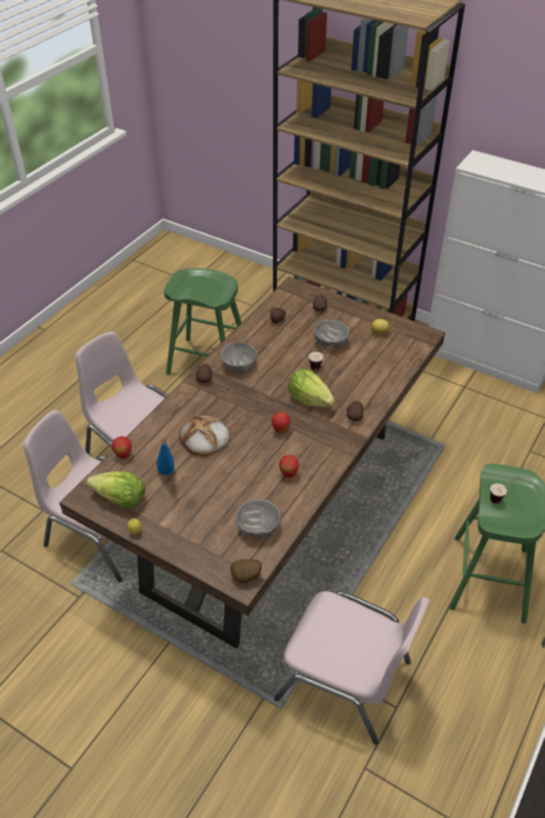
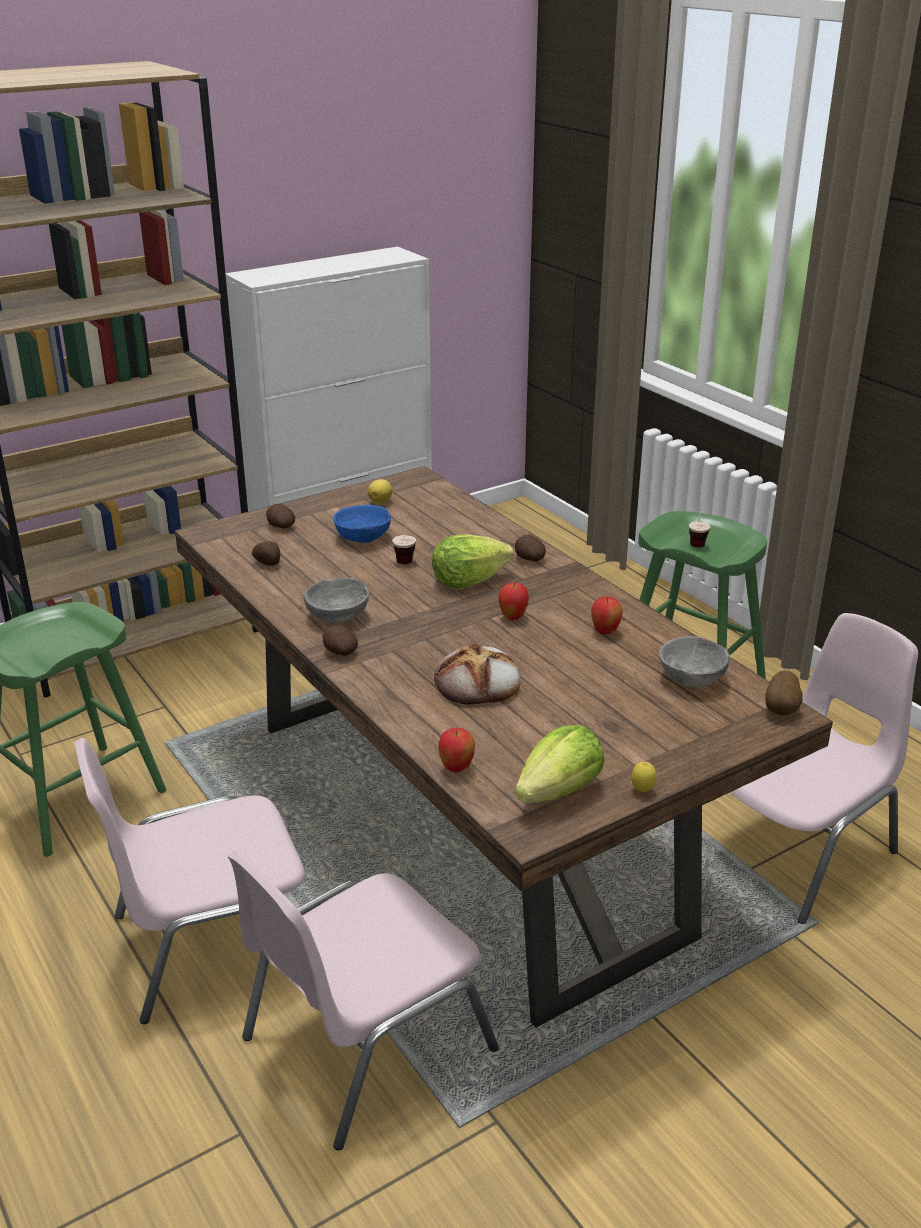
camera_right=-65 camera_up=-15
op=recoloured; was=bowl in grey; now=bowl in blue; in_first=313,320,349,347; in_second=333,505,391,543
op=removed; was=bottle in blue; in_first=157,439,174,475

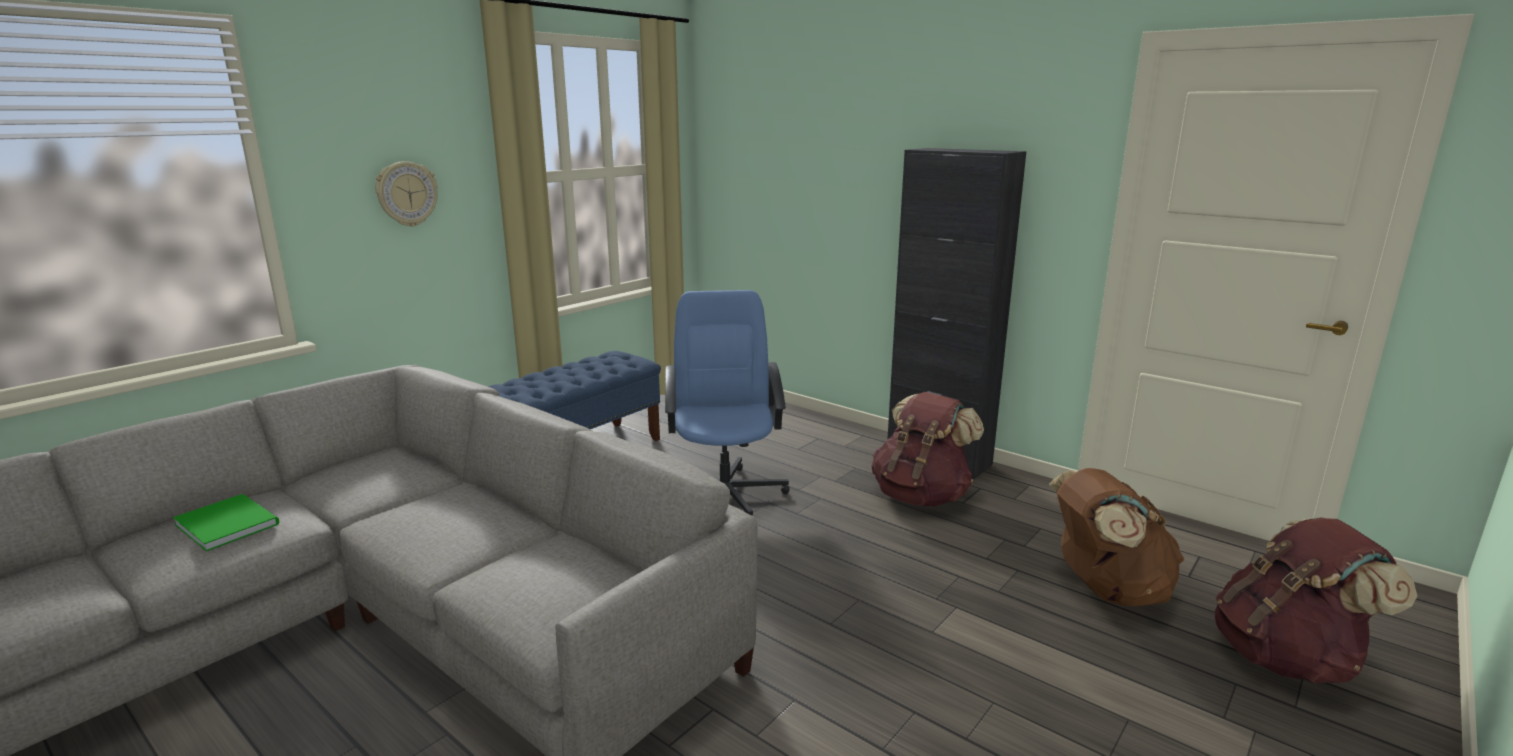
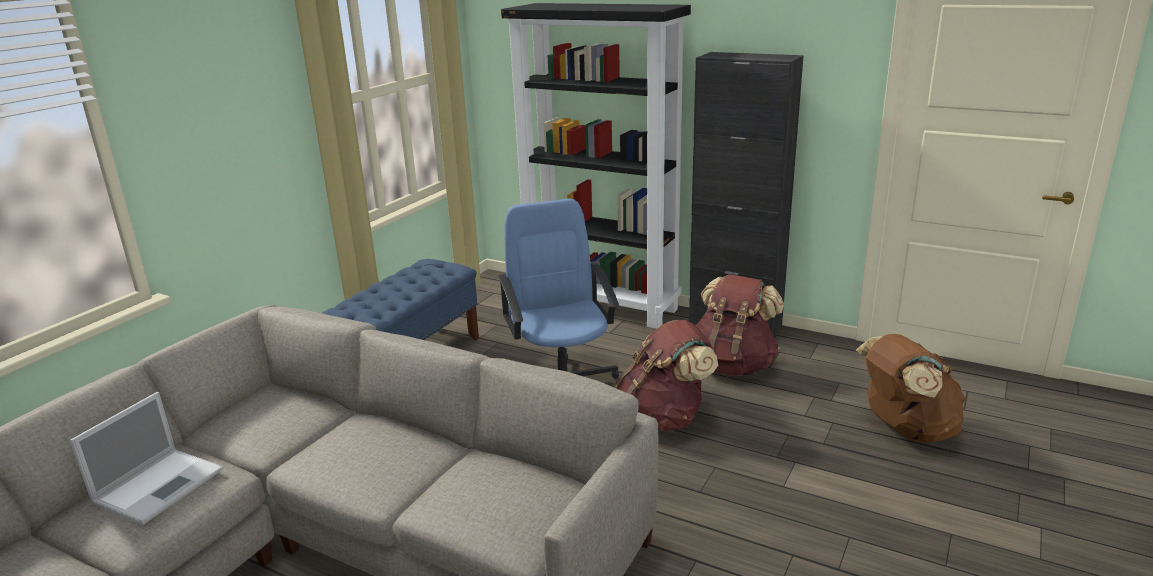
camera_right=-10 camera_up=5
op=replaced; was=book in green; now=laptop; in_first=173,494,279,551; in_second=70,392,223,525
op=added; now=bookcase in black; in_second=501,3,691,329
op=moved; was=backpack in brown; in_first=1215,517,1417,683; in_second=615,320,718,431
op=removed; was=wall clock; in_first=375,161,438,227

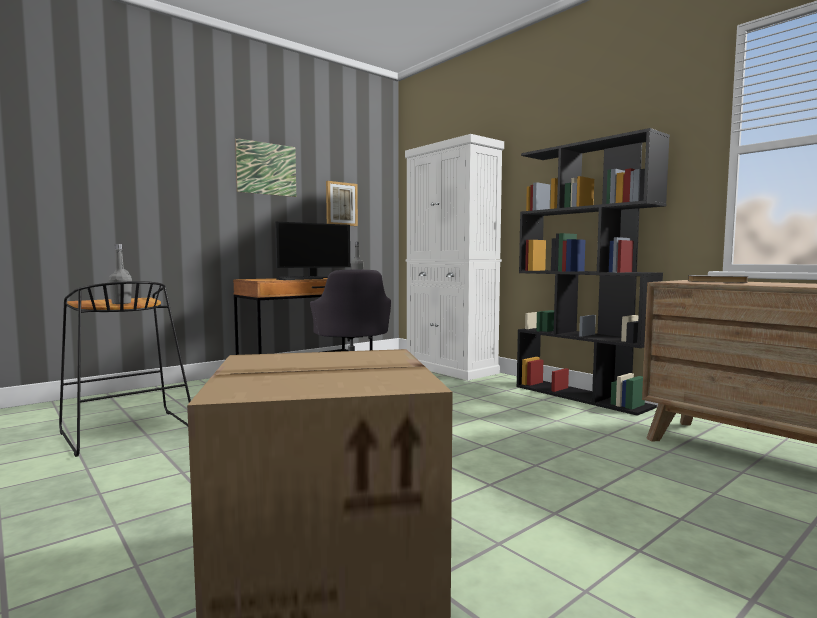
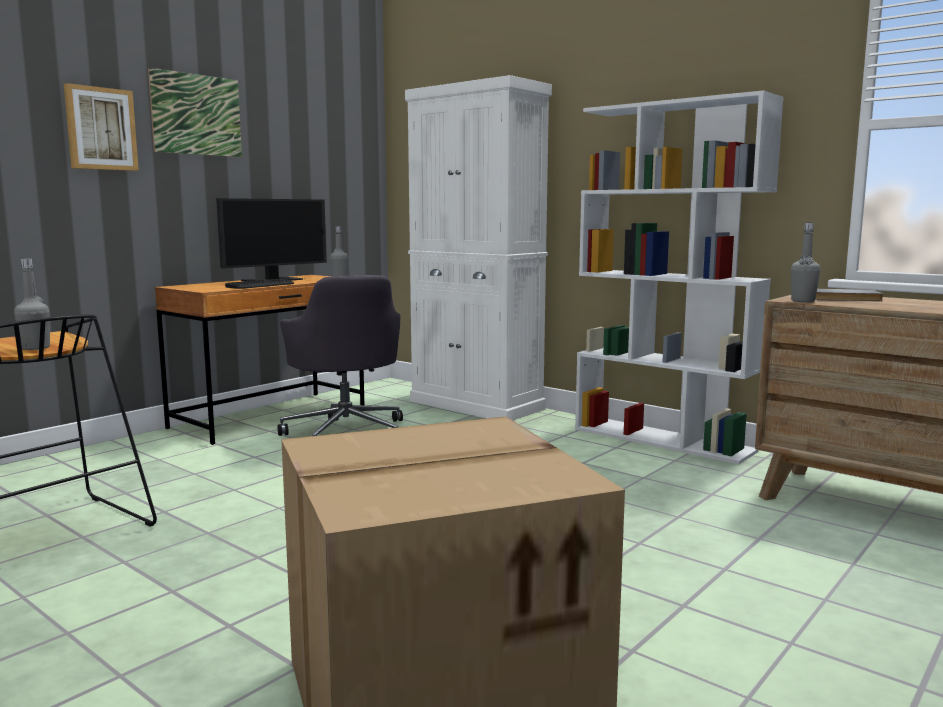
camera_right=-10 camera_up=5
op=moved; was=picture; in_first=326,181,358,226; in_second=64,83,139,171
op=recoloured; was=bookcase in black; now=bookcase in white; in_first=517,128,670,416; in_second=575,90,784,464
op=added; now=bottle in grey; in_second=791,222,820,302

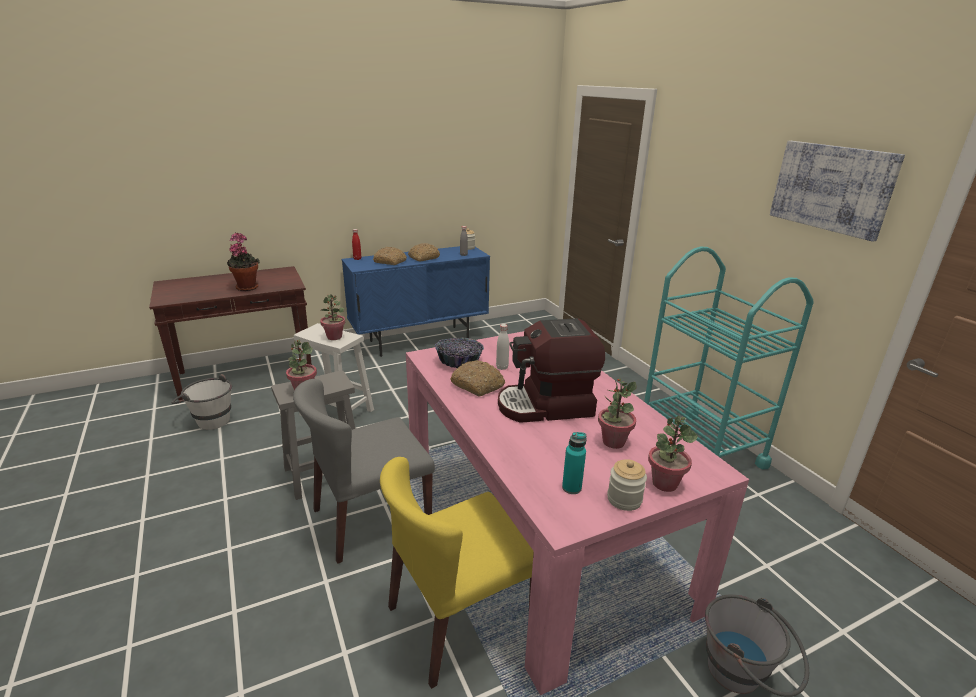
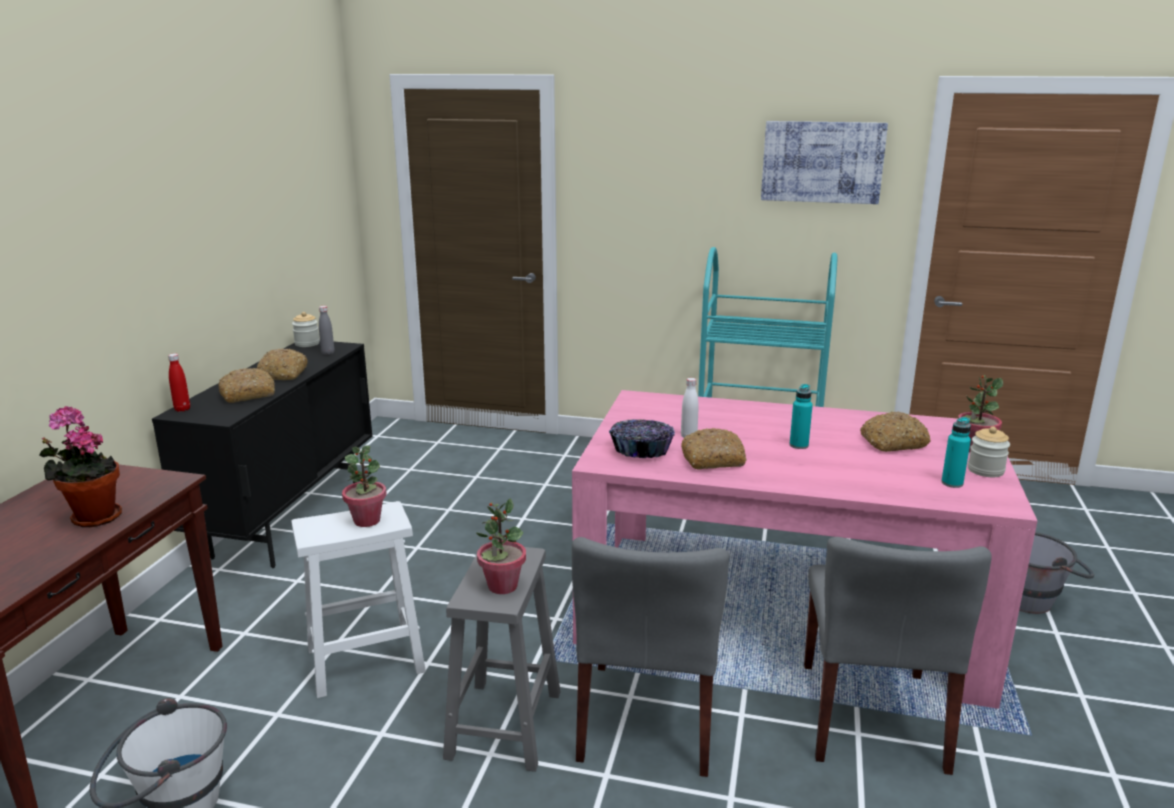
camera_right=-50 camera_up=-5
op=recoloured; was=cabinet in blue; now=cabinet in black; in_first=342,246,490,357; in_second=152,341,373,568
op=replaced; was=coffee machine; now=bottle in turquoise; in_first=498,318,605,423; in_second=789,384,813,449
op=recoloured; was=chair in yellow; now=chair in grey; in_first=380,457,534,689; in_second=804,537,992,775
op=replaced; was=potted plant; now=bread; in_first=598,378,637,449; in_second=860,412,931,452

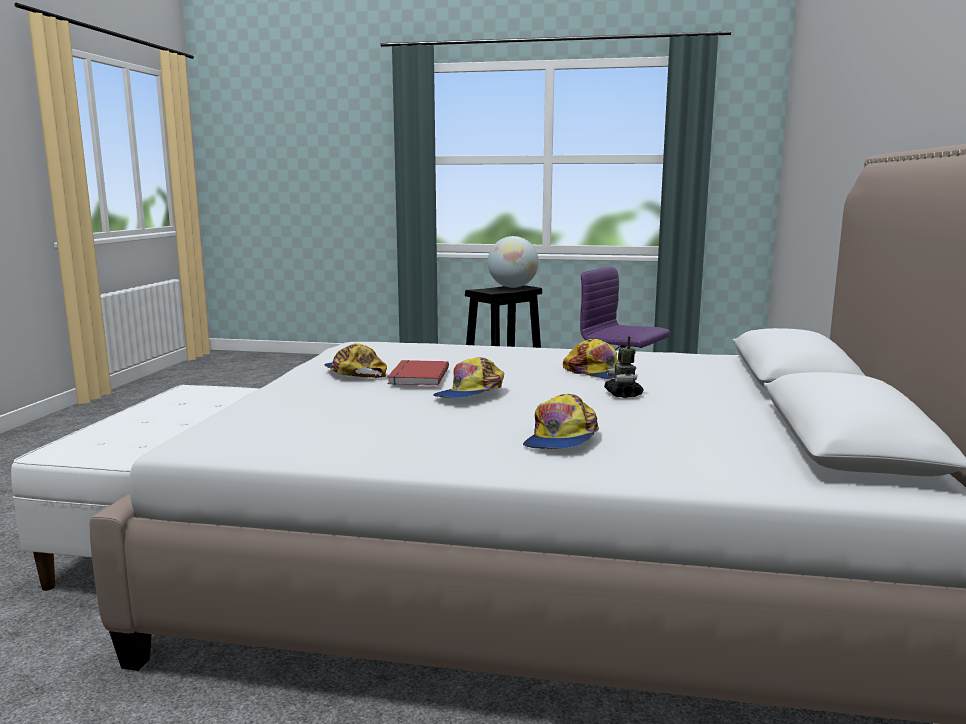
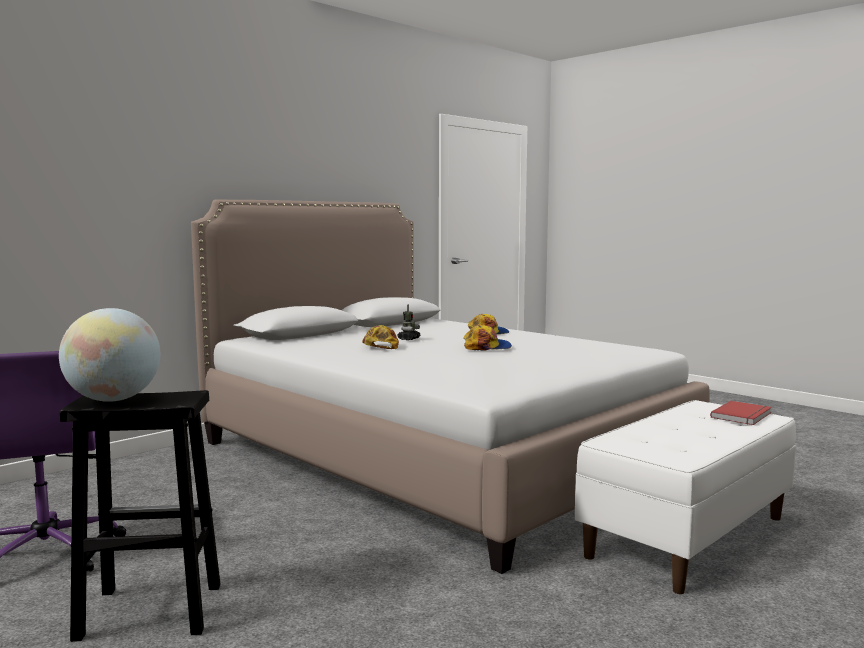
camera_right=-145 camera_up=-5
op=moved; was=book in red; in_first=387,360,449,386; in_second=710,401,772,425
op=removed; was=cap; in_first=324,343,387,378

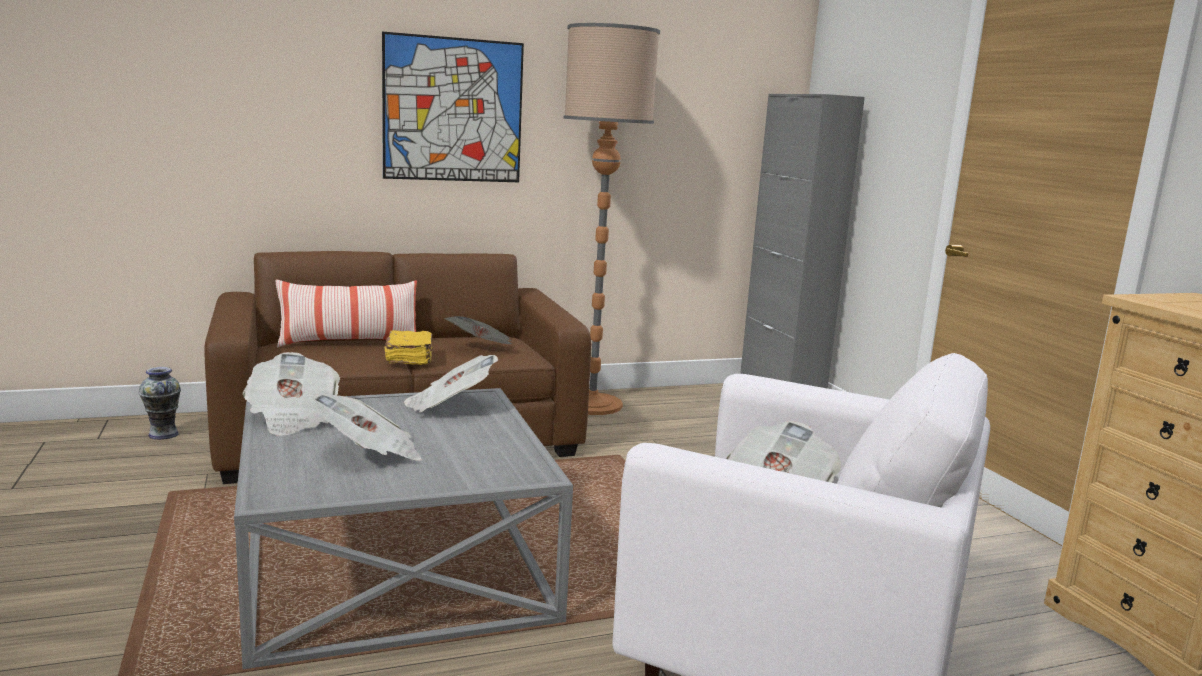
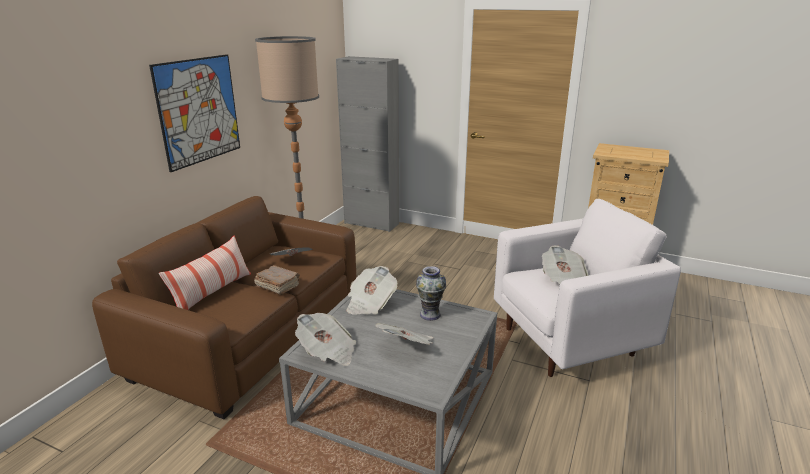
camera_right=-45 camera_up=10
op=recoloured; was=book in yellow; now=book in brown; in_first=385,330,433,365; in_second=254,265,300,295
op=moved; was=vase; in_first=139,367,181,440; in_second=416,266,446,321

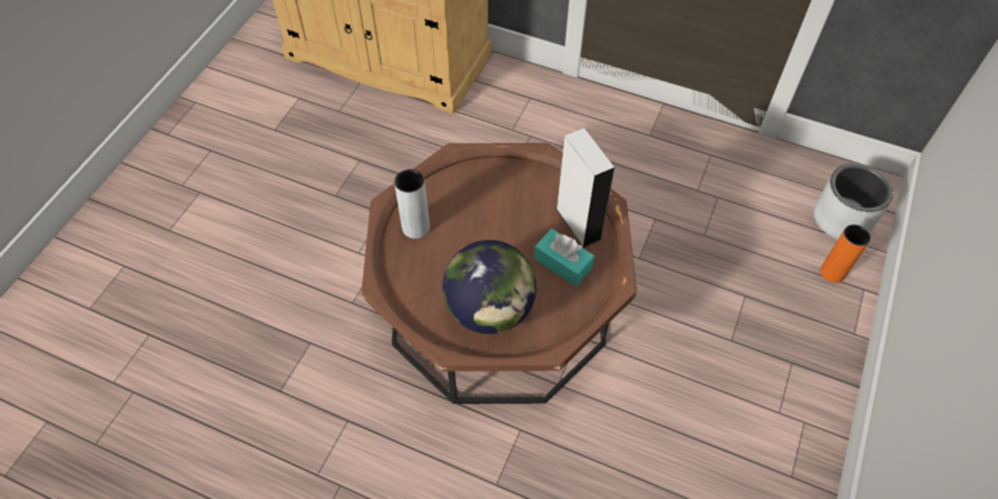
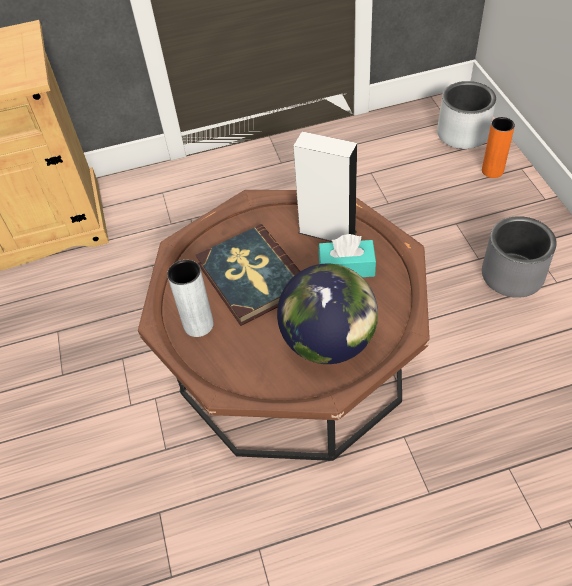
camera_right=-35 camera_up=-5
op=added; now=book; in_second=196,224,300,326
op=added; now=planter in grey; in_second=482,216,557,298

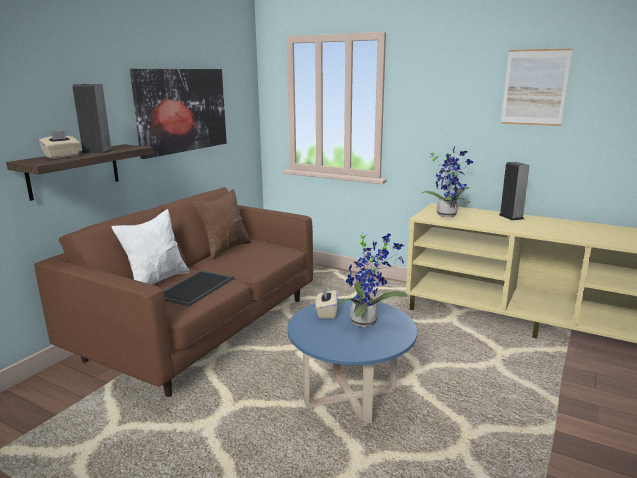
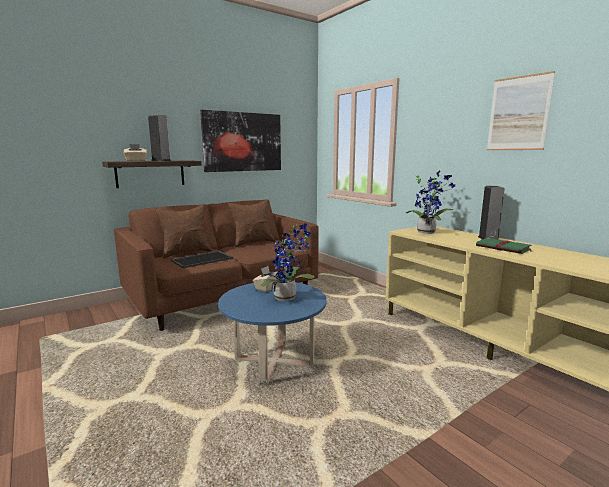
camera_right=25 camera_up=-5
op=recoloured; was=pillow in white; now=pillow in brown; in_first=112,209,190,285; in_second=155,205,212,258
op=added; now=book in green; in_second=476,238,533,254

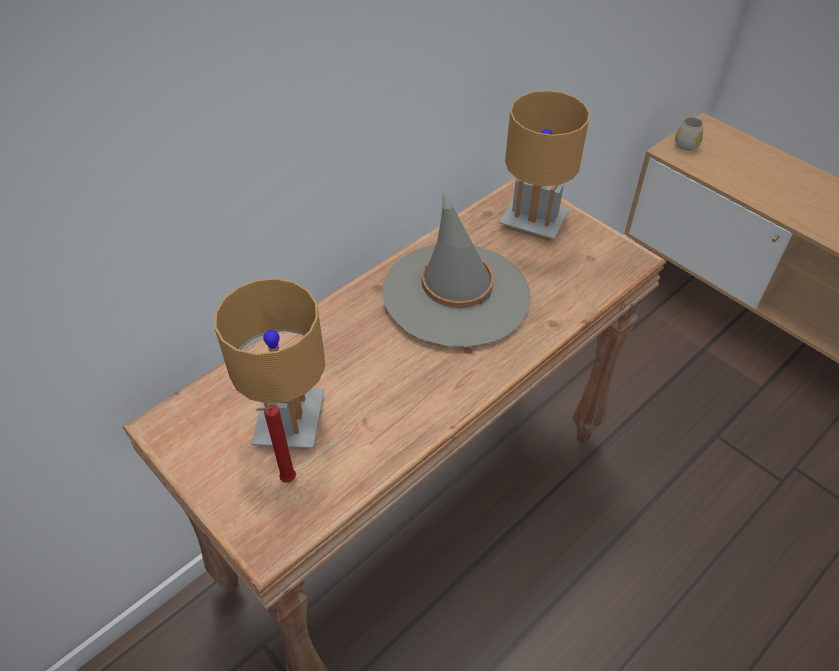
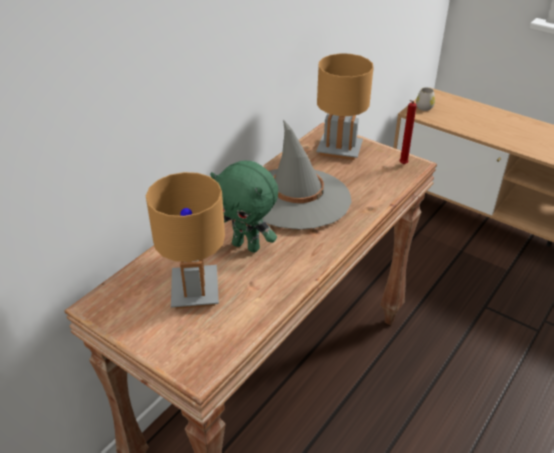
camera_right=-10 camera_up=-10
op=added; now=plush toy in green; in_second=210,161,278,253
op=moved; was=candle in red; in_first=256,404,296,483; in_second=399,100,417,164

